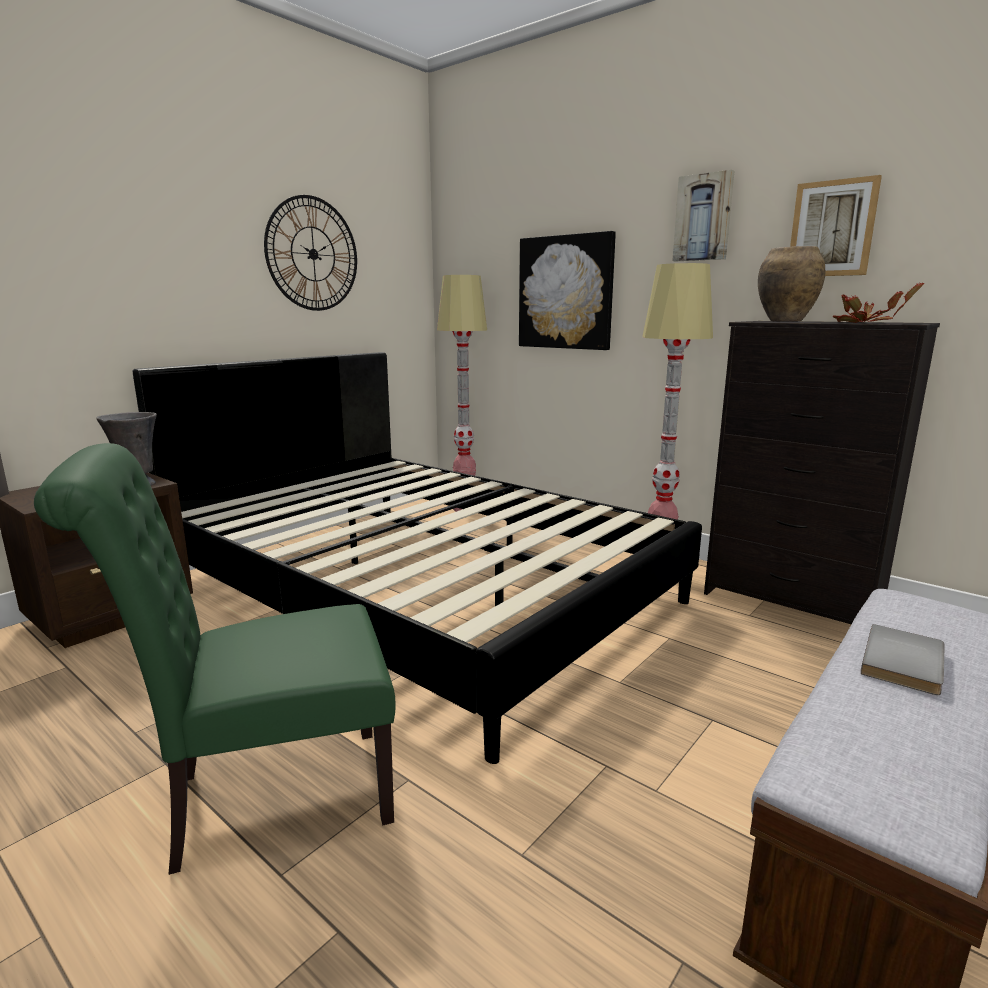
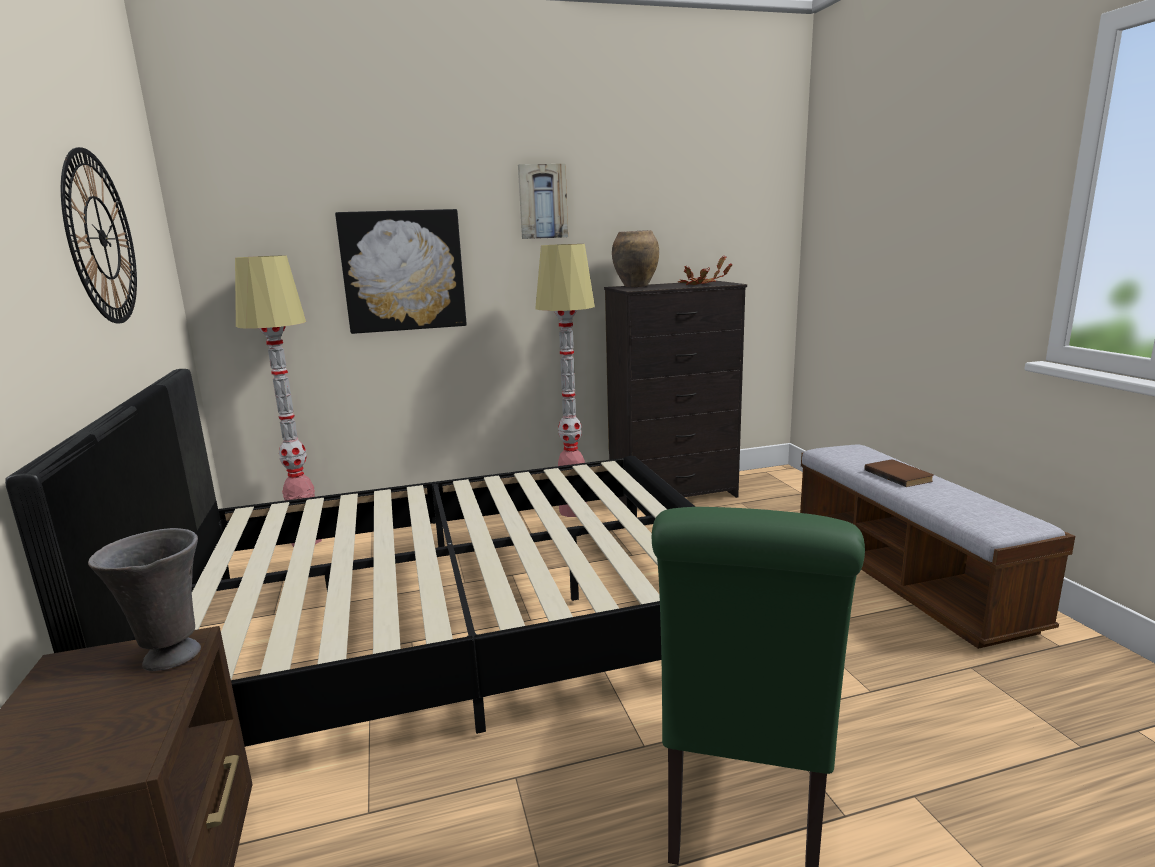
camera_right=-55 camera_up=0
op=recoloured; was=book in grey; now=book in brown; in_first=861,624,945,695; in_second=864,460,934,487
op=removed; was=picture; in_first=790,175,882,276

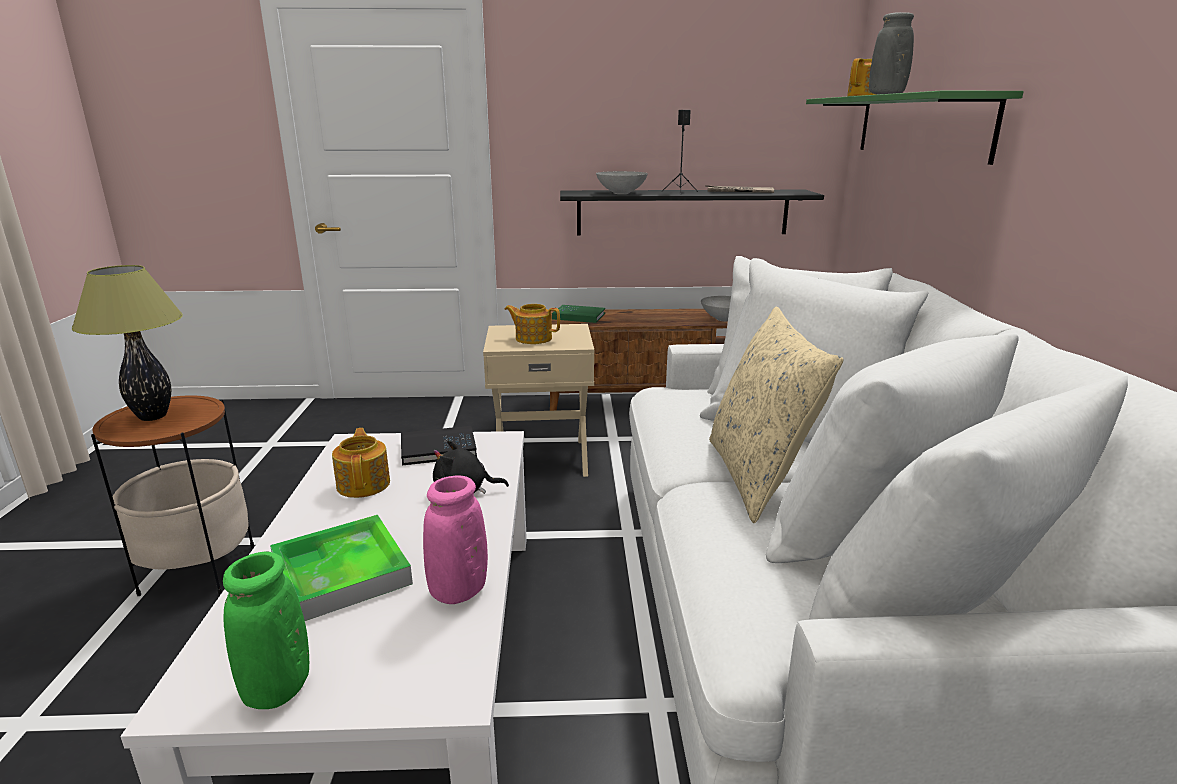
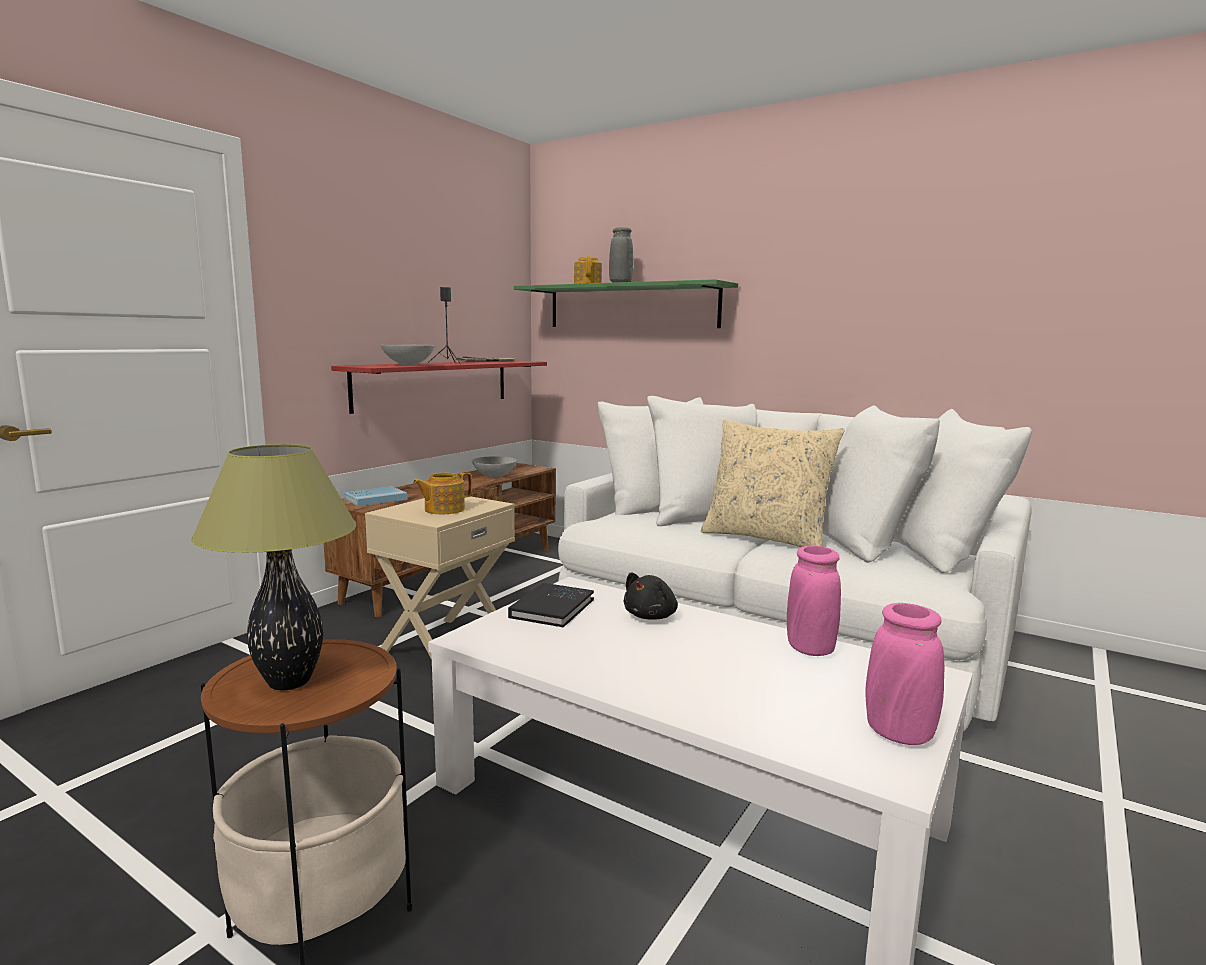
camera_right=-55 camera_up=-10
op=recoloured; was=shelf in black; now=shelf in red; in_first=560,190,824,236; in_second=331,360,547,414
op=recoloured; was=book in green; now=book in blue; in_first=552,305,605,323; in_second=344,486,407,506
op=recoloured; was=vase in green; now=vase in pink; in_first=223,552,309,709; in_second=865,603,944,745
op=removed; was=tray; in_first=270,515,413,621
op=removed; was=teapot; in_first=332,428,390,498

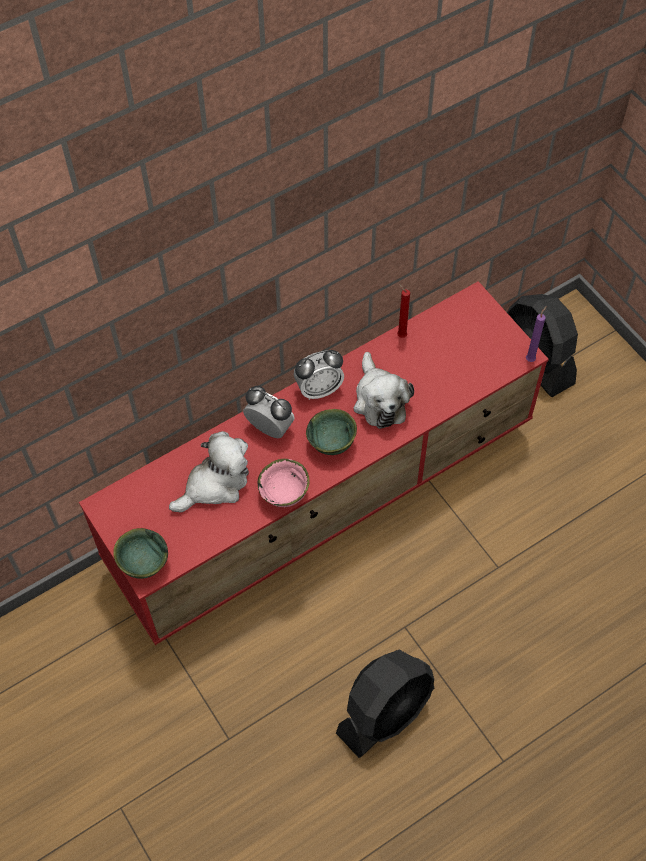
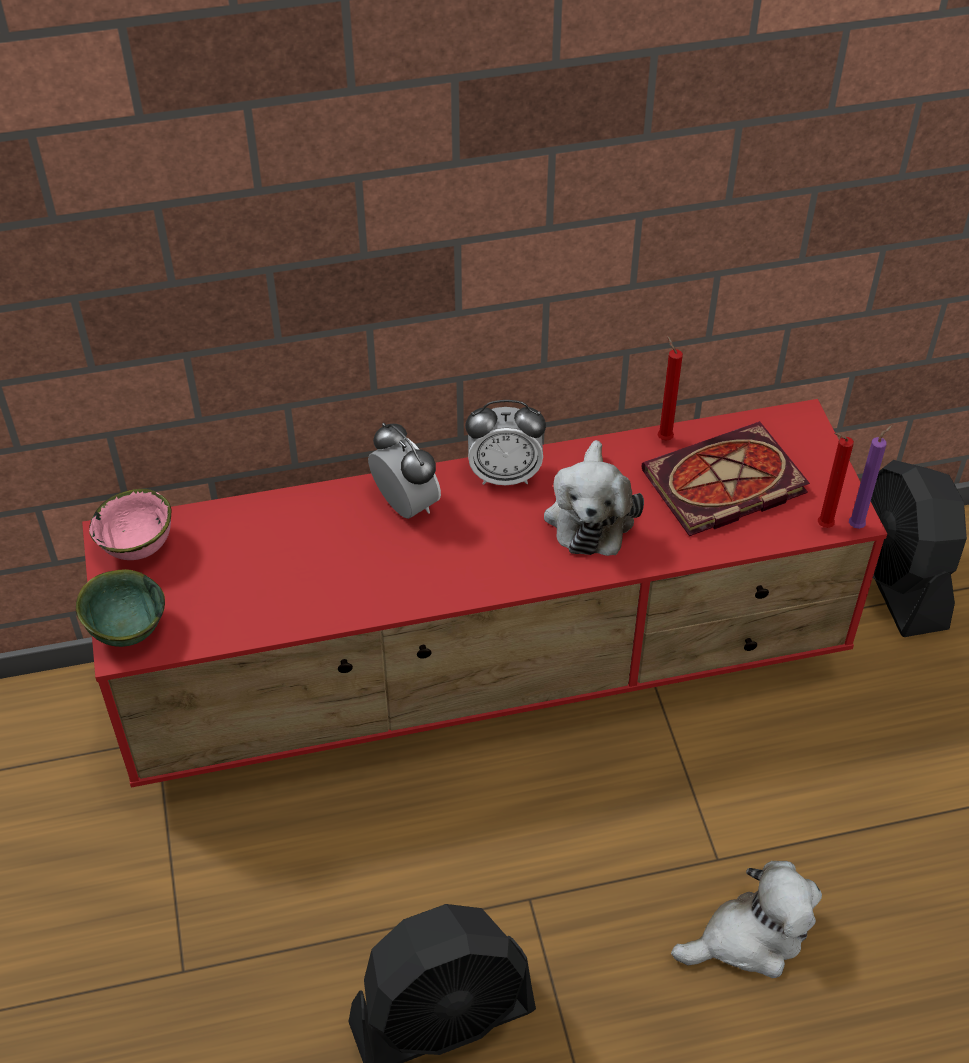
camera_right=20 camera_up=-10
op=moved; was=bowl in pink; in_first=258,459,309,507; in_second=89,489,172,560
op=added; now=book; in_second=641,421,810,536
op=moved; was=plush toy; in_first=169,431,249,512; in_second=671,861,822,978
op=added; now=candle in red; in_second=818,433,854,528
op=removed; was=bowl in green; in_first=306,409,357,455

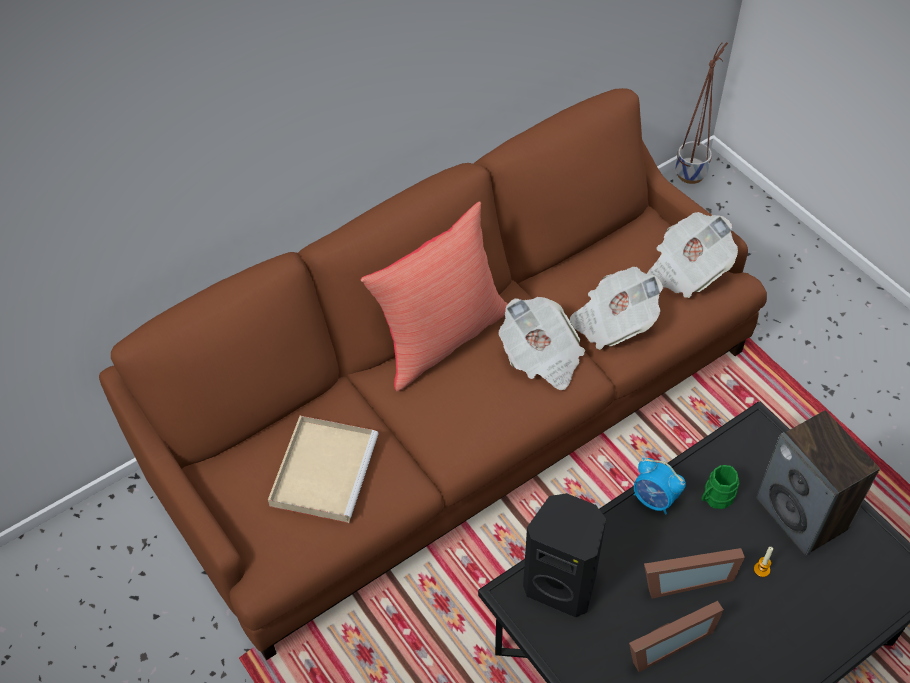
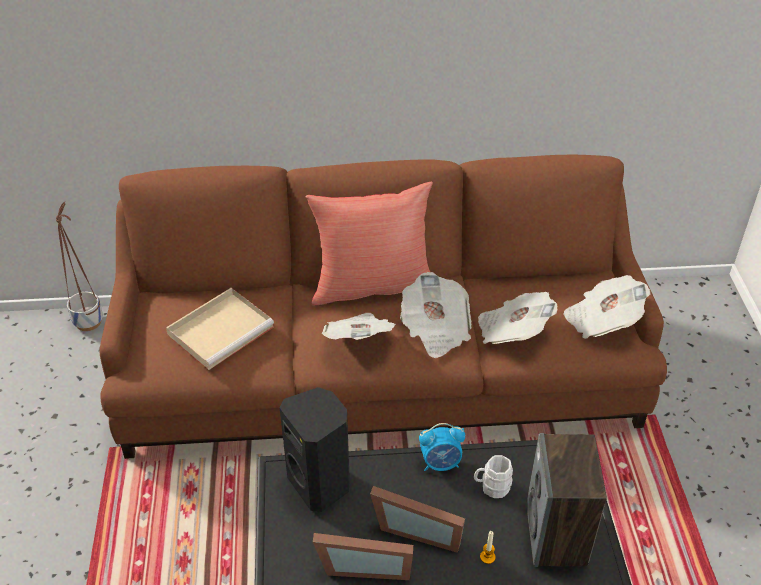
camera_right=30 camera_up=-10
op=moved; was=planter; in_first=675,42,728,184; in_second=56,201,103,331
op=added; now=newspaper; in_second=322,313,396,340
op=turned; was=alarm clock; in_first=633,458,686,514; in_second=419,423,465,471; clockwise=-75
op=recoloured; was=mug in green; now=mug in white; in_first=702,465,739,509; in_second=474,455,513,498

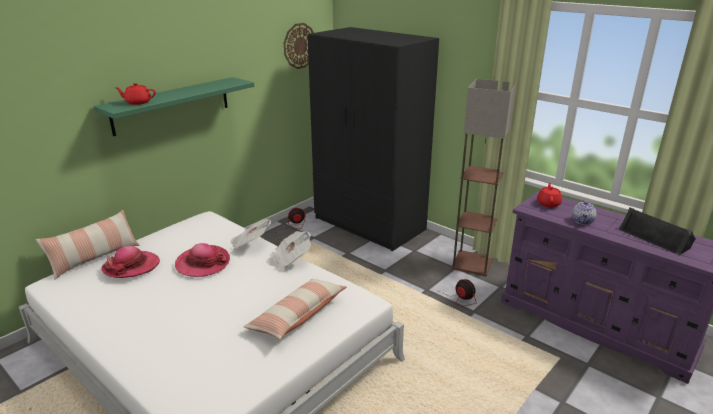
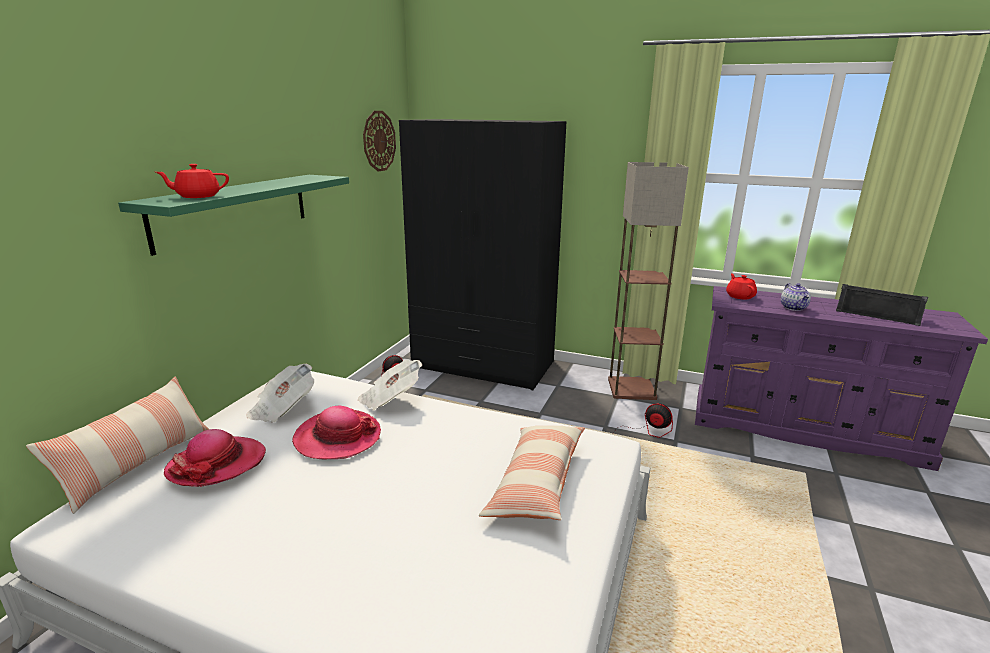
camera_right=-20 camera_up=-5
op=moved; was=newspaper; in_first=266,231,311,270; in_second=246,364,314,423

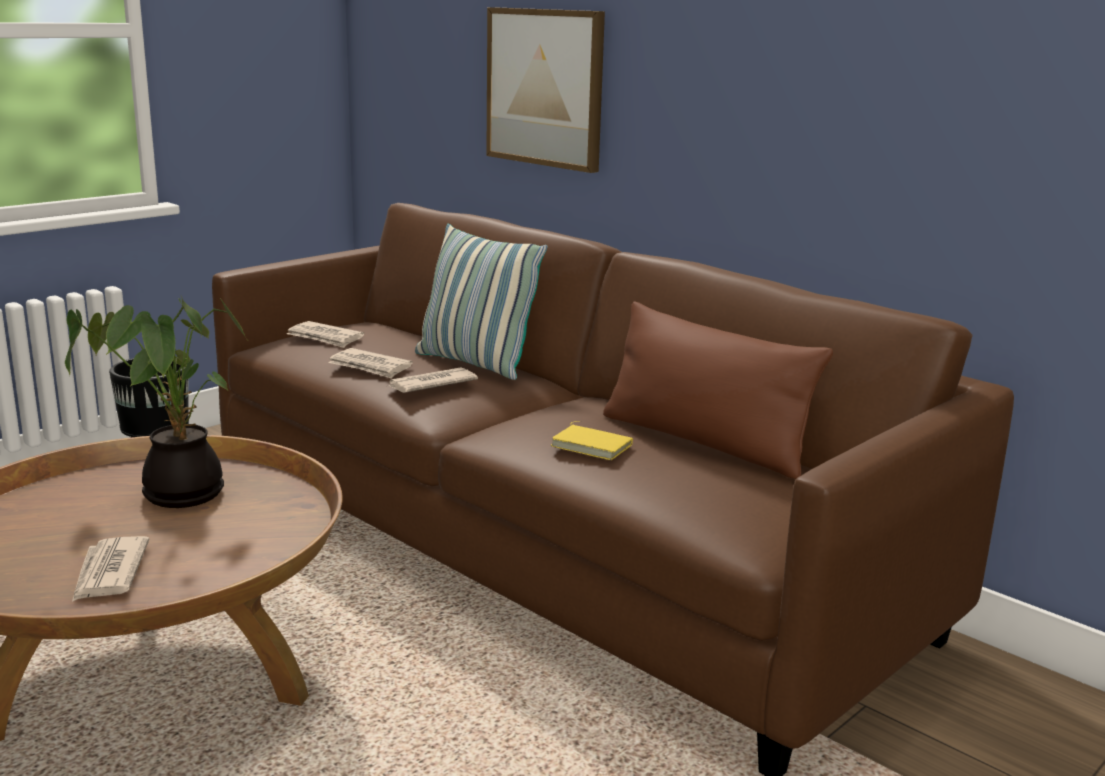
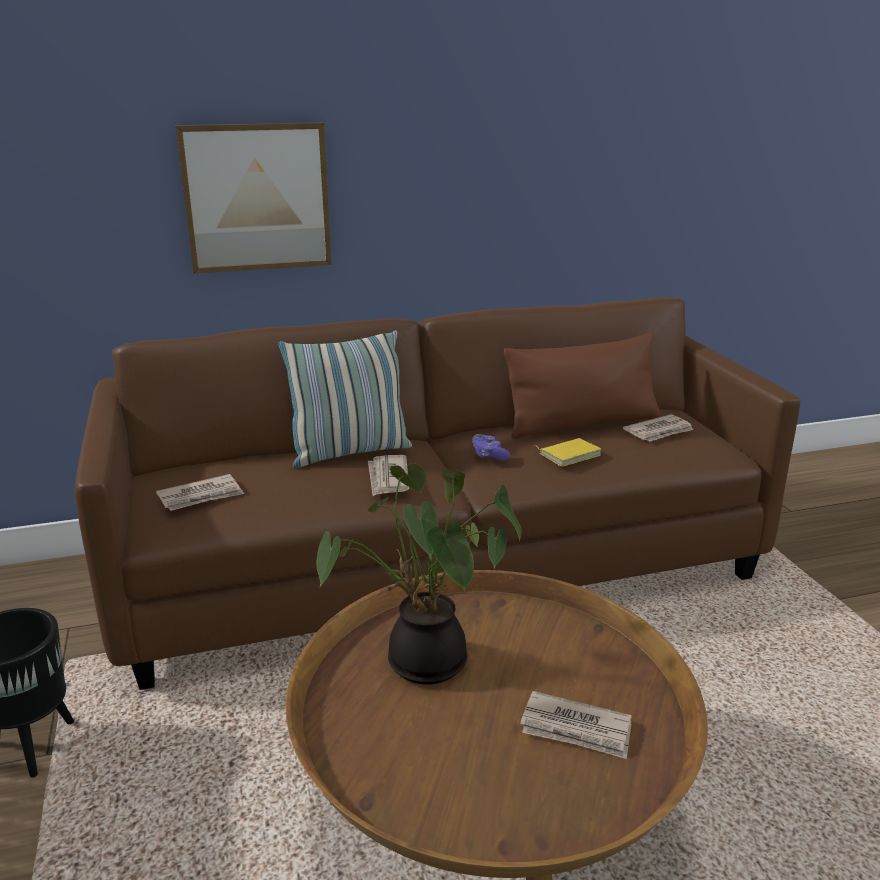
camera_right=-60 camera_up=5
op=added; now=game controller in purple; in_second=472,434,510,461
op=moved; was=newspaper; in_first=328,348,413,379; in_second=623,414,694,441

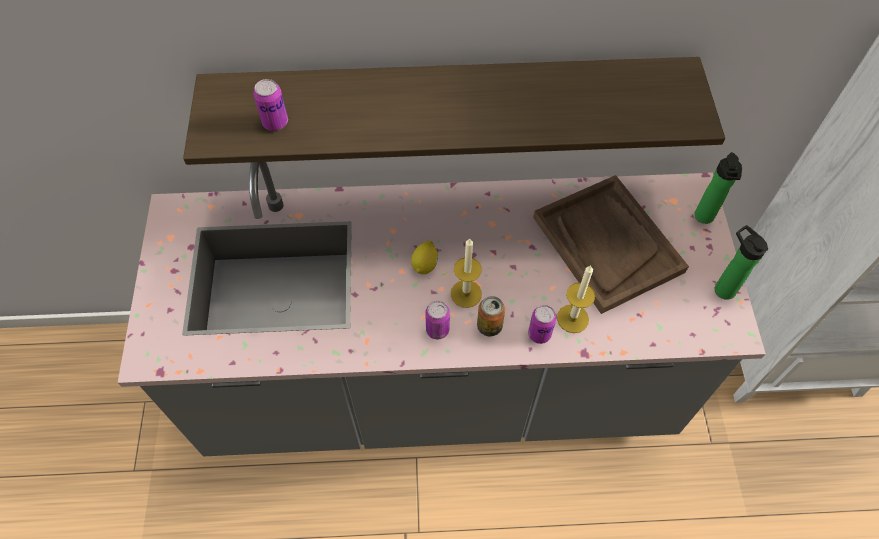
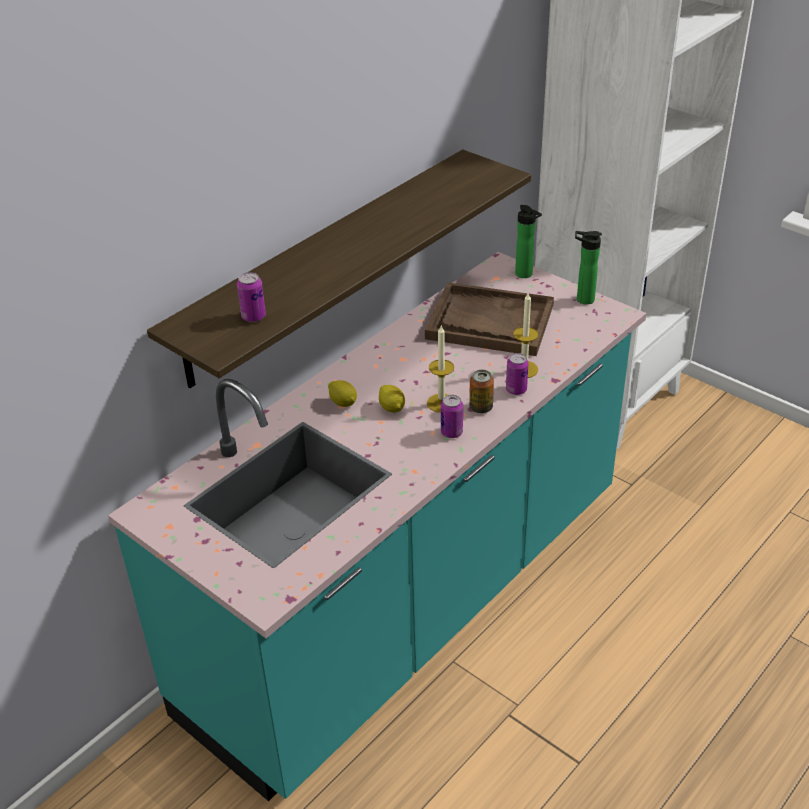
camera_right=-45 camera_up=-20
op=recoloured; was=counter in grey; now=counter in turquoise; in_first=118,162,766,456; in_second=108,252,647,801
op=added; now=lemon; in_second=328,380,357,407

